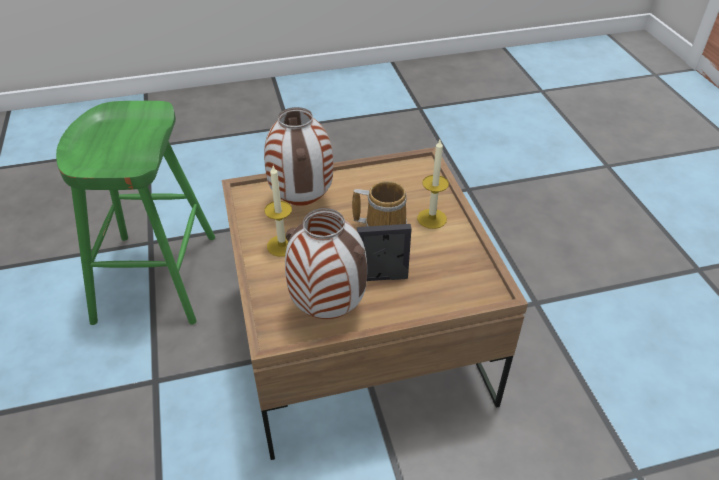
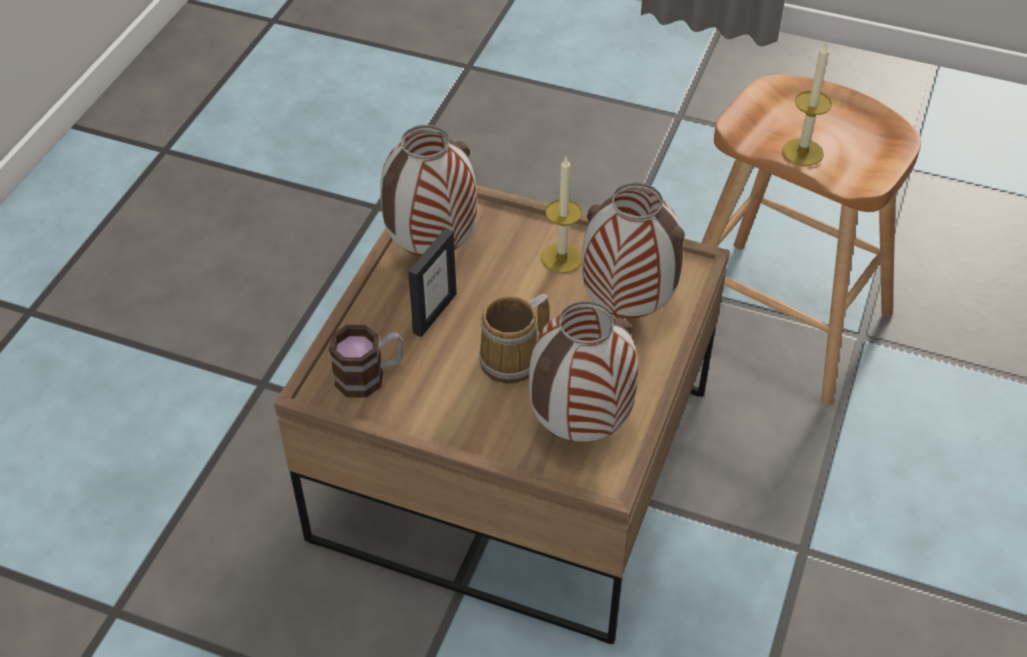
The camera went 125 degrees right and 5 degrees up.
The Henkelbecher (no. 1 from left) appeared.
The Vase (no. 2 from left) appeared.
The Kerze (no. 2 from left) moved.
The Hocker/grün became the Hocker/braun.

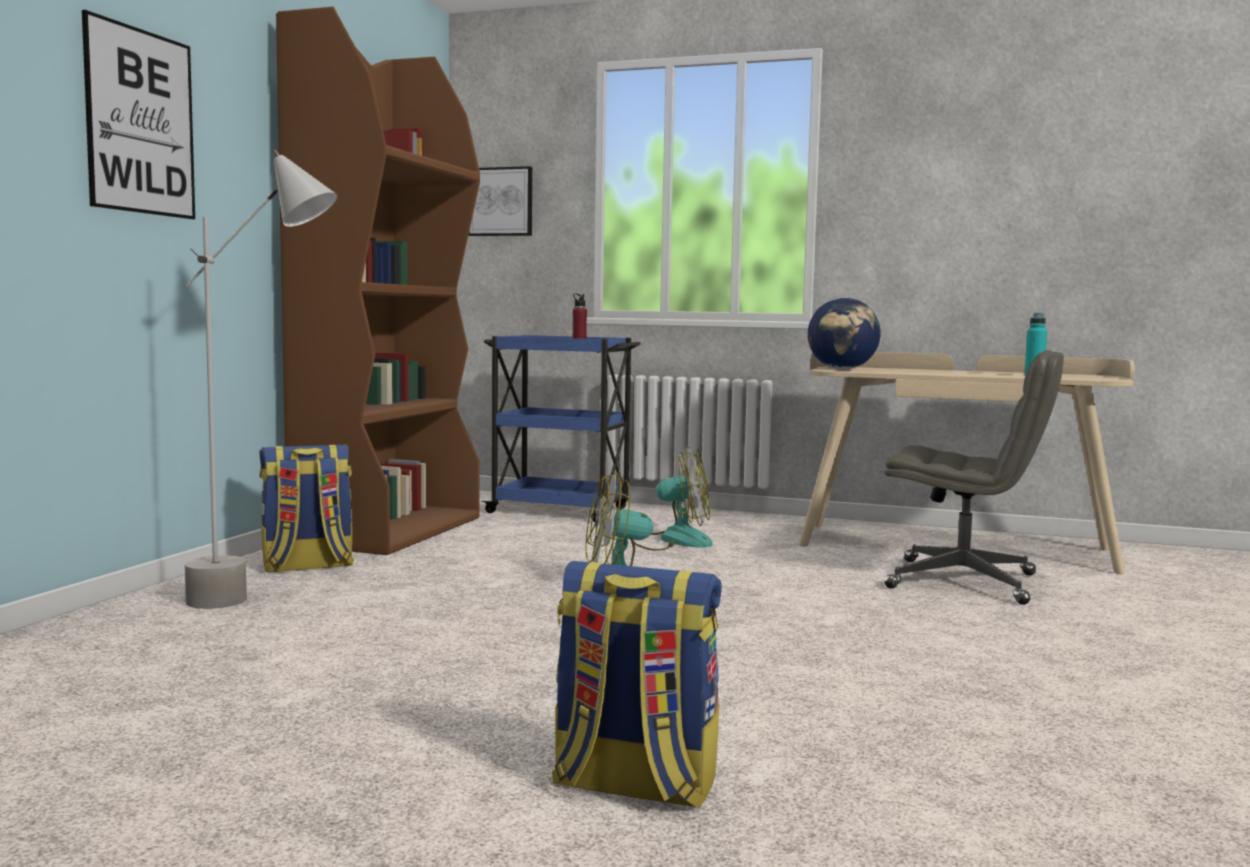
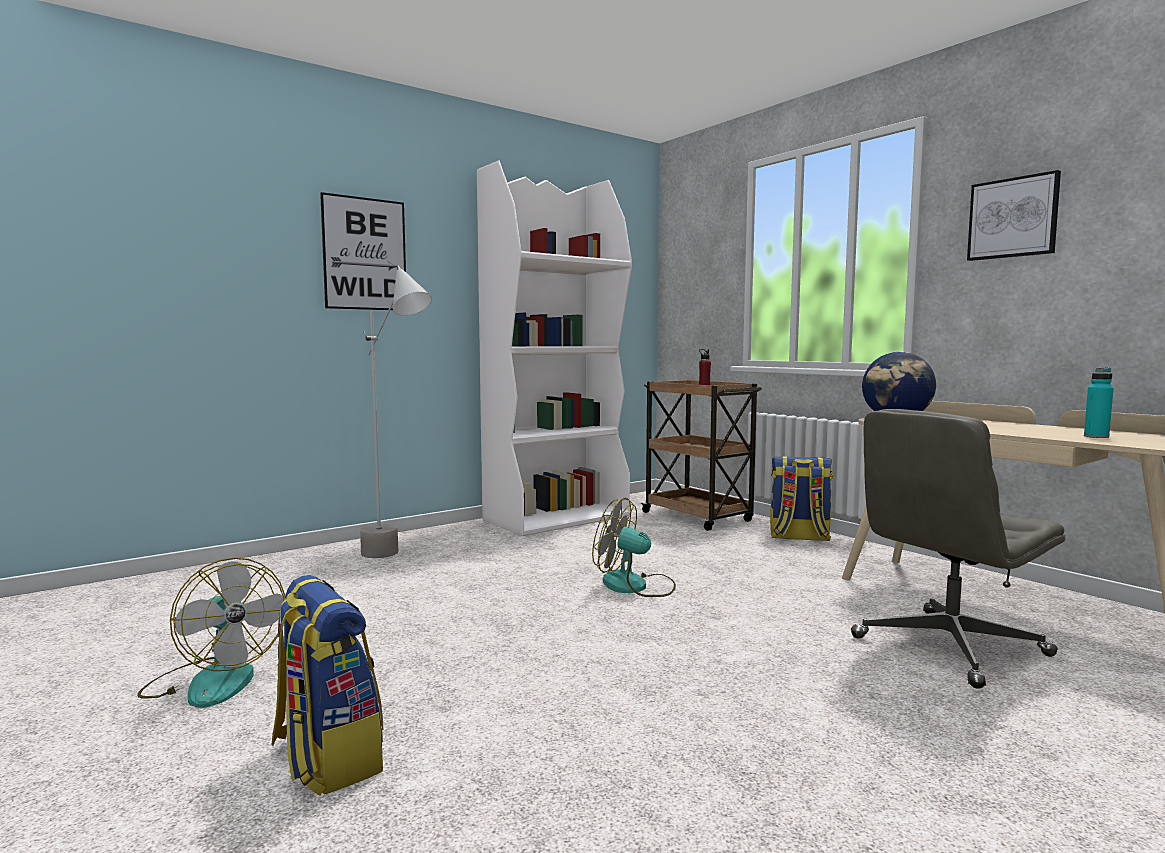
The camera went 35 degrees right and 0 degrees up.
The Rucksack (no. 1 from left in the first image) moved.
The Bild (no. 2 from left) moved.
The Ventilator (no. 2 from left in the first image) moved.
The Bücherregal/braun became the Bücherregal/weiß.
The Rollwagen/blau became the Rollwagen/braun.
The Bürostuhl/grau turned 90 degrees clockwise.

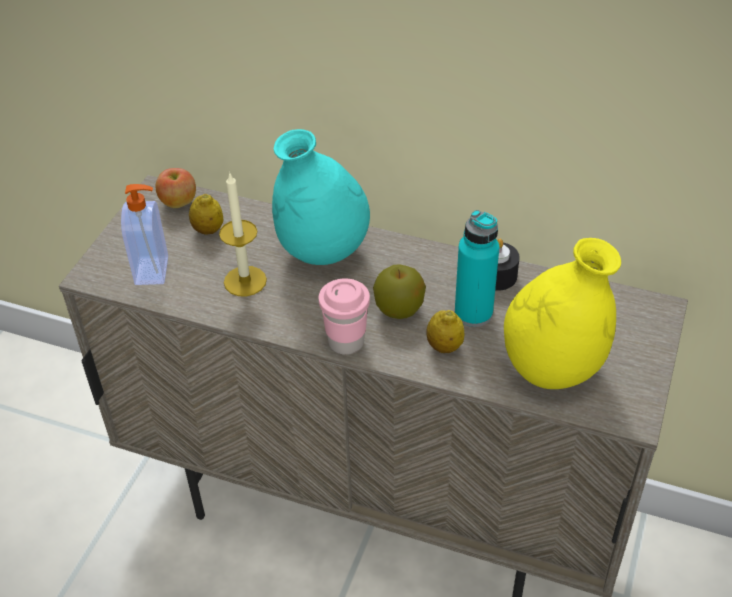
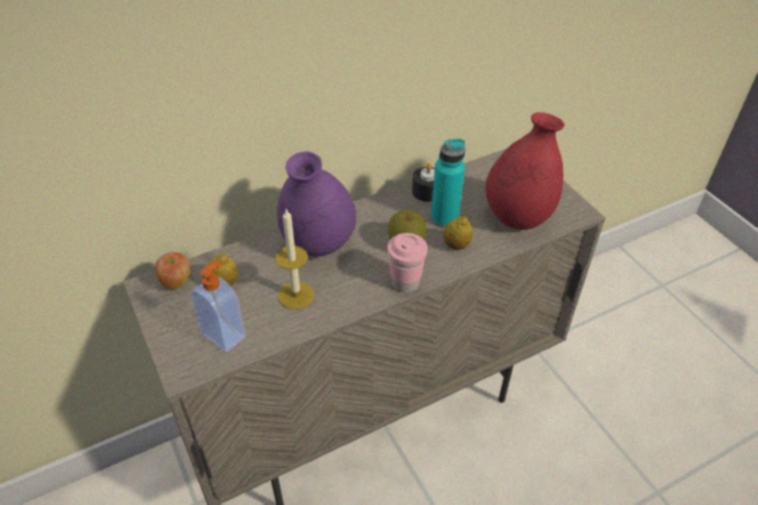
The camera went 50 degrees left and 0 degrees up.
The Vase/türkis became the Vase/lila.
The Vase/gelb became the Vase/rot.

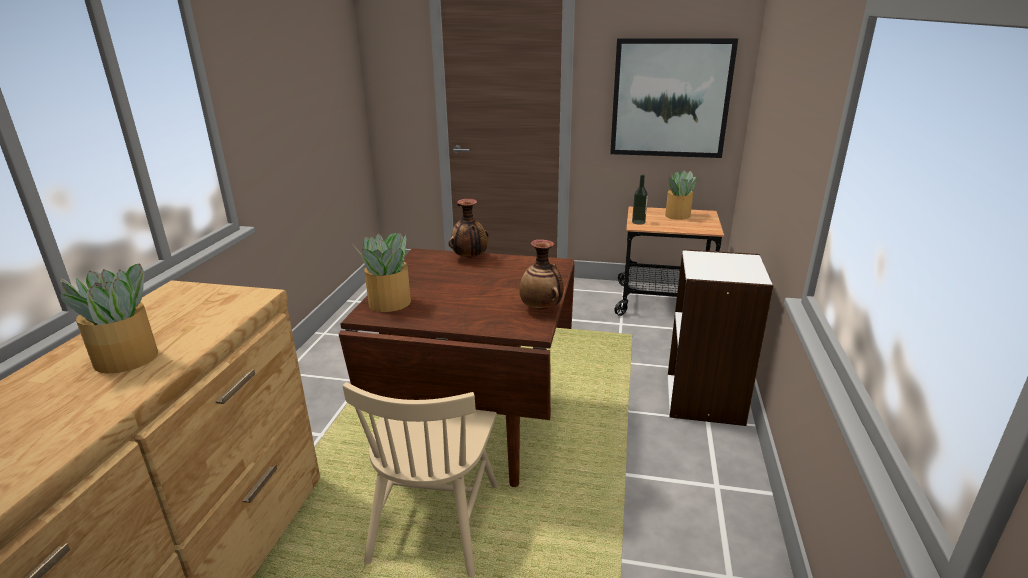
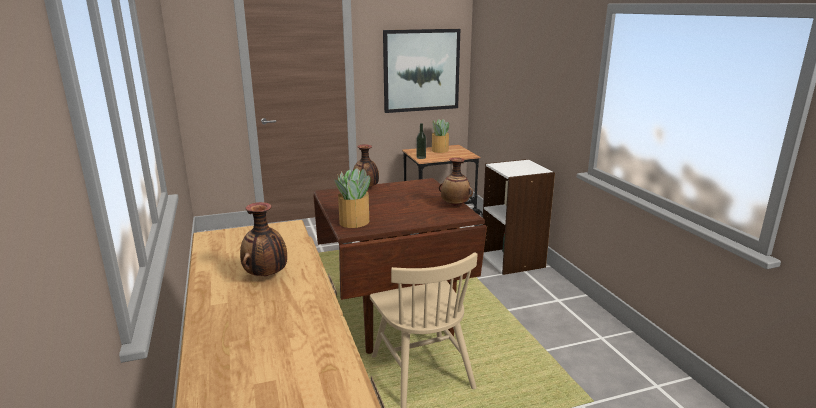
The camera went 30 degrees left and 5 degrees down.
The Topfpflanze (no. 1 from left) was replaced by the Vase (no. 1 from left).

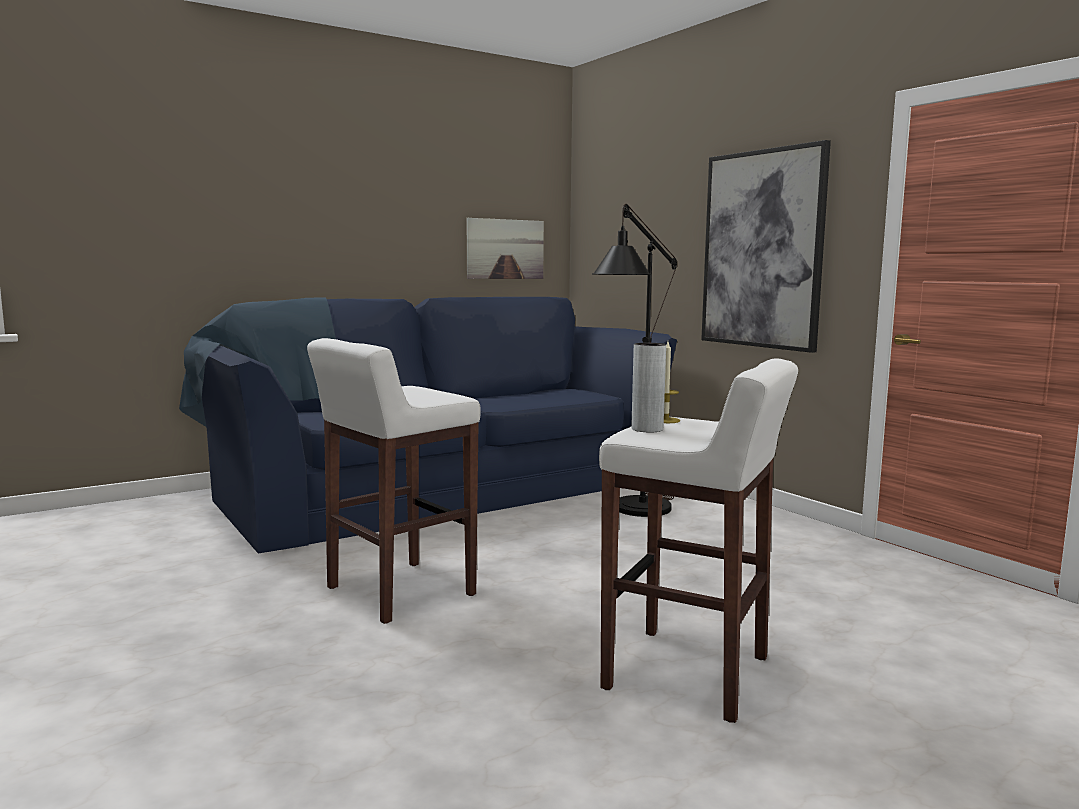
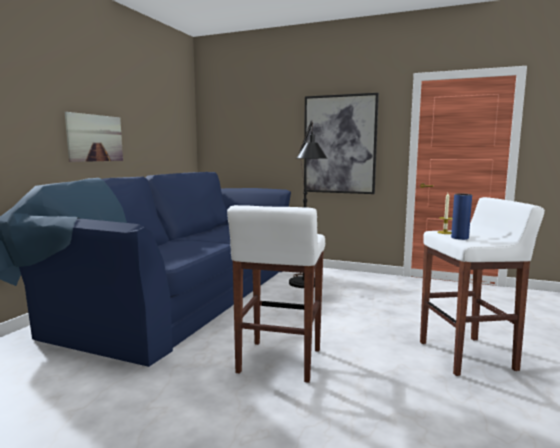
The camera went 35 degrees left and 0 degrees up.
The Bild (no. 1 from left) moved.
The Vase/grau became the Vase/blau.

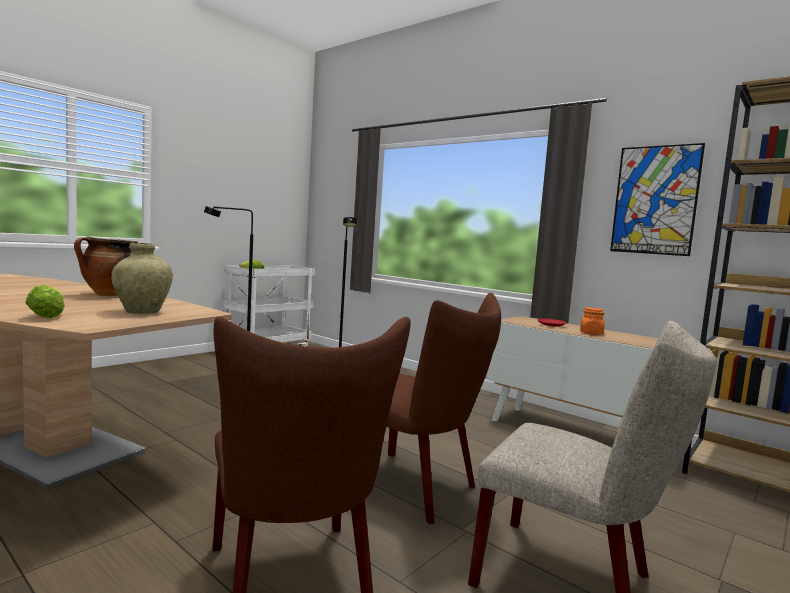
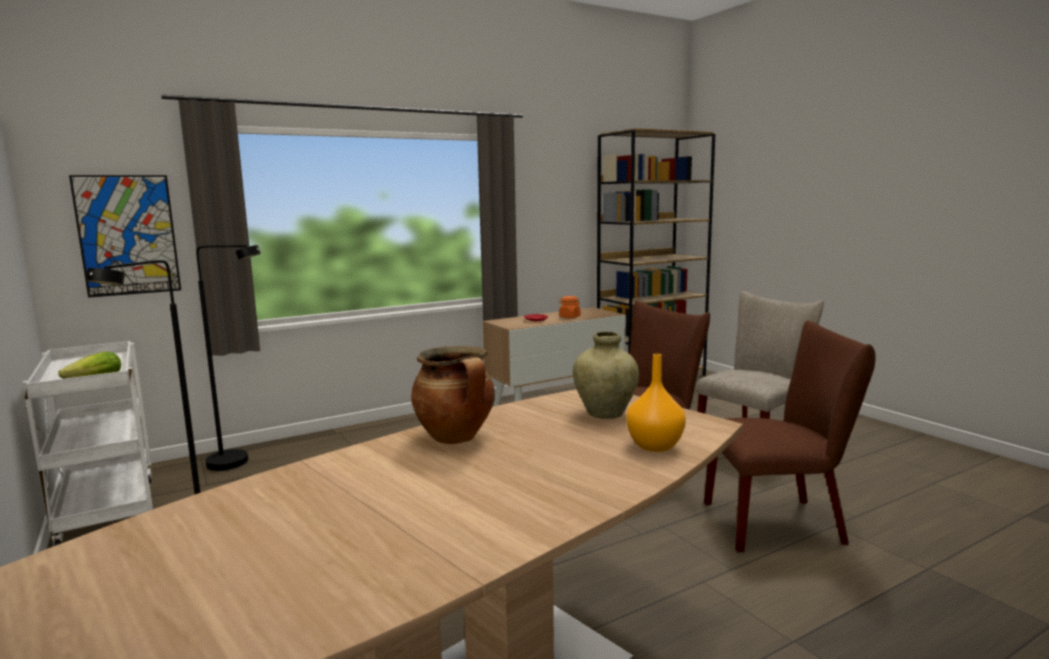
The camera went 70 degrees left and 5 degrees up.
The Bild moved.
The Salatkopf (no. 1 from left) was replaced by the Vase/orange.

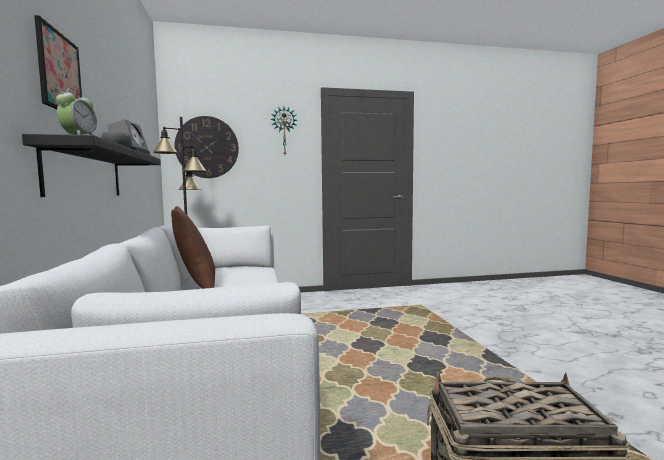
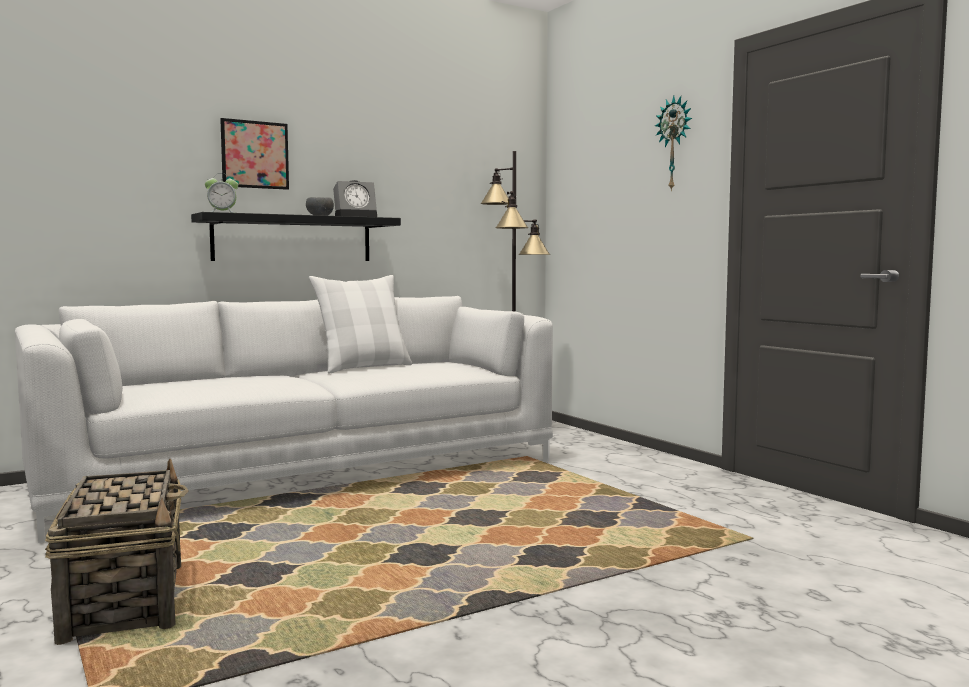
The camera went 70 degrees right and 0 degrees up.
The Wanduhr (no. 1 from left) disappeared.
The Kissen/braun became the Kissen/weiß.

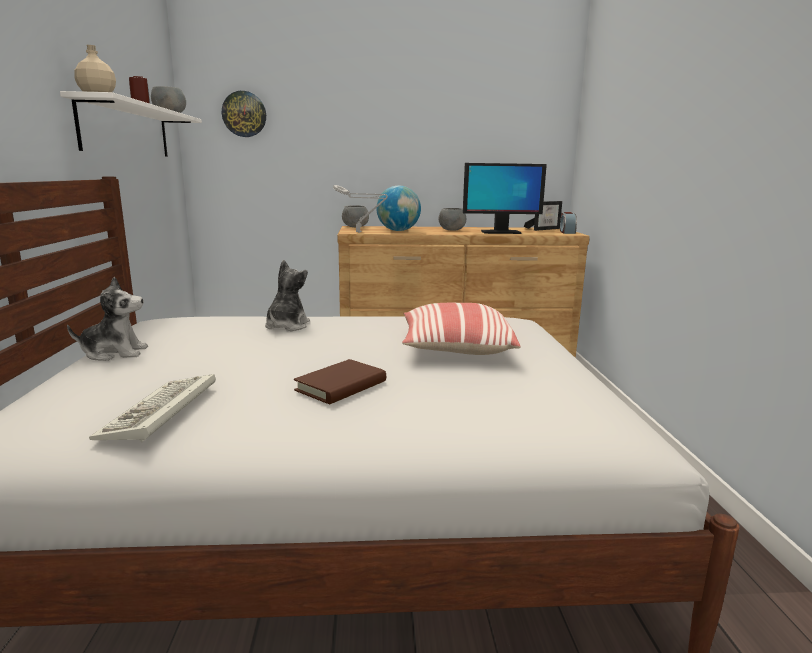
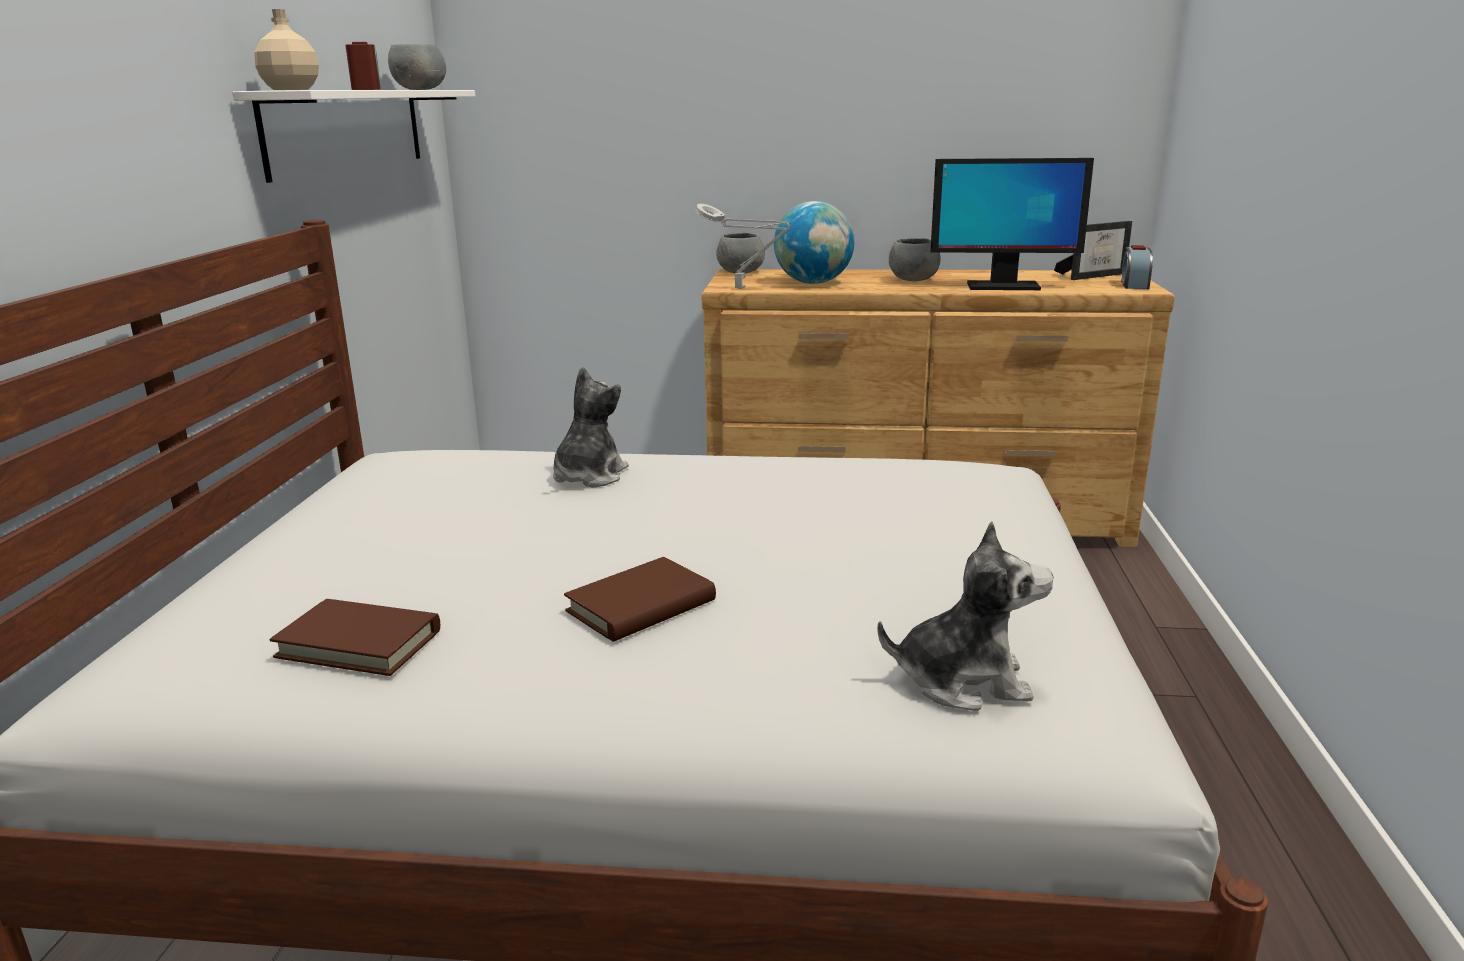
The camera went 10 degrees right and 5 degrees up.
The Wanduhr disappeared.
The Kissen disappeared.
The Plüschtier (no. 1 from left in the first image) moved.
The Tastatur was replaced by the Buch/braun (no. 1 from left).

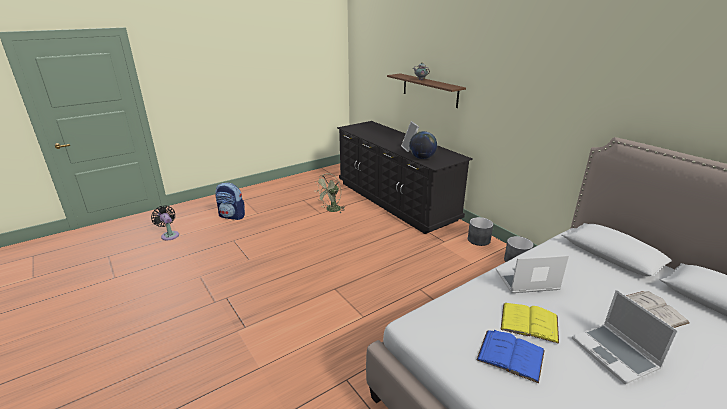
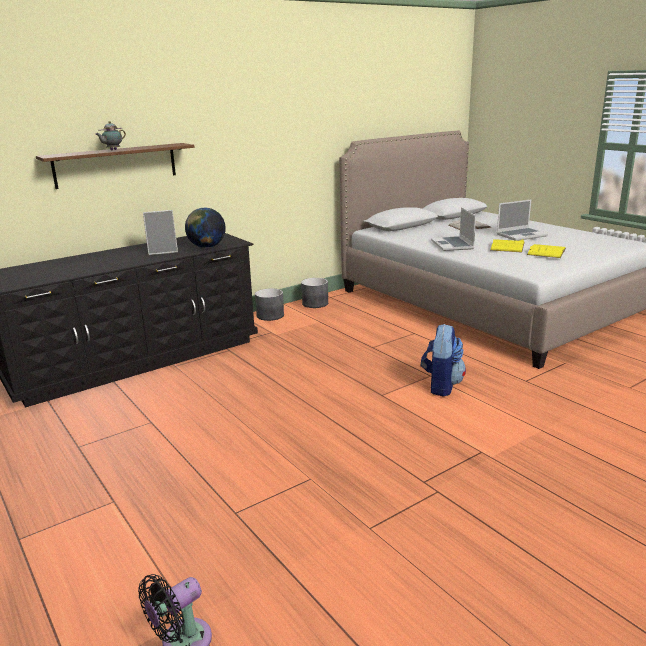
The camera went 90 degrees left and 5 degrees down.
The Ventilator/grün disappeared.
The Rucksack moved.
The Buch/blau became the Buch/gelb (no. 2 from left).

